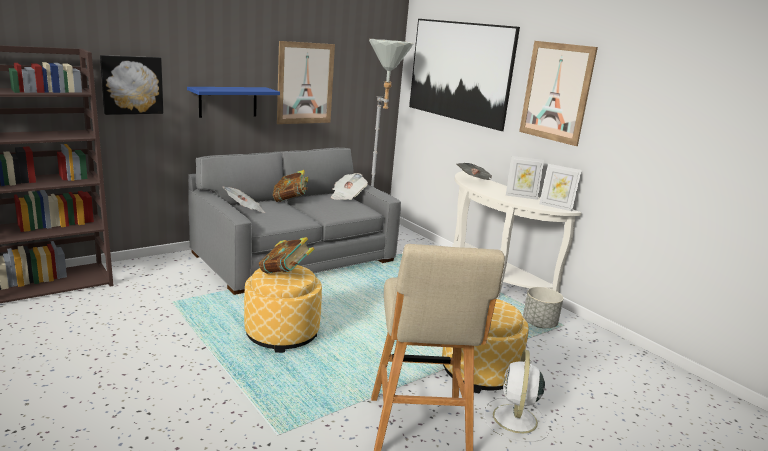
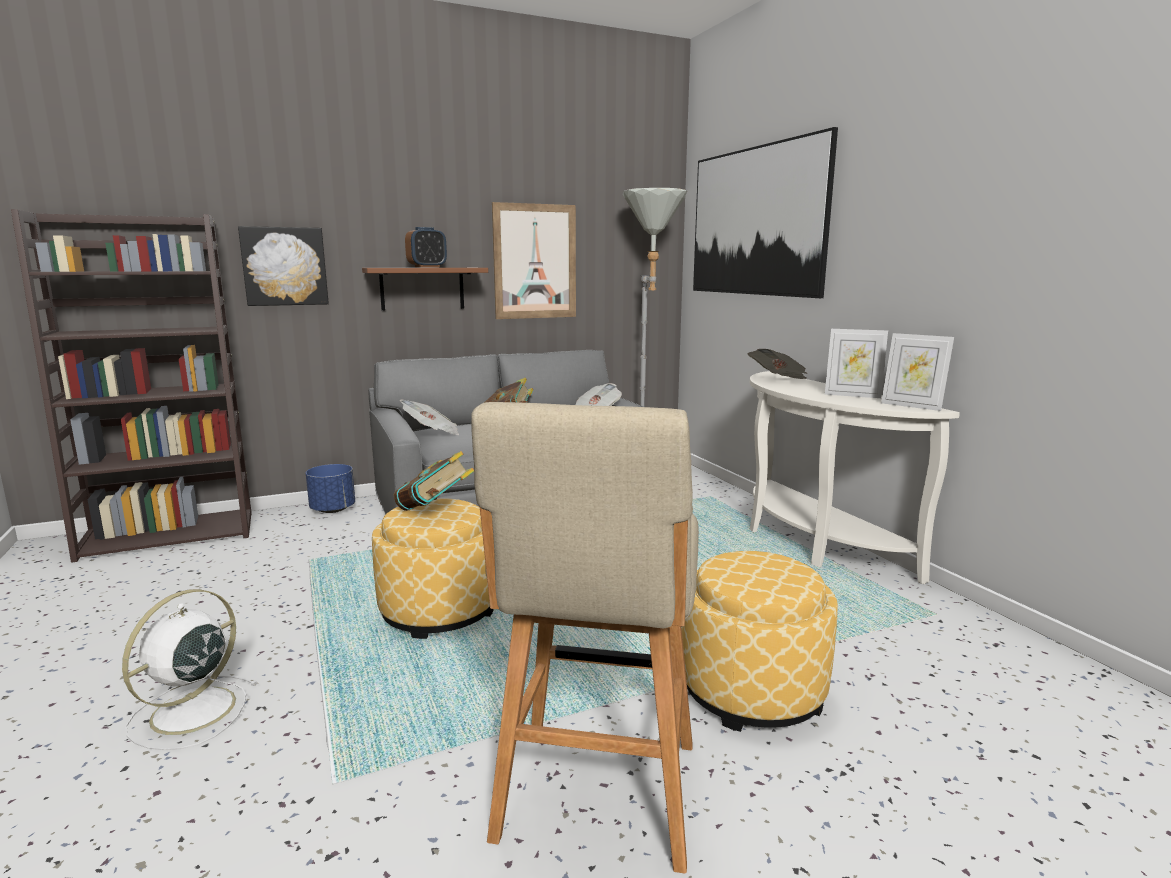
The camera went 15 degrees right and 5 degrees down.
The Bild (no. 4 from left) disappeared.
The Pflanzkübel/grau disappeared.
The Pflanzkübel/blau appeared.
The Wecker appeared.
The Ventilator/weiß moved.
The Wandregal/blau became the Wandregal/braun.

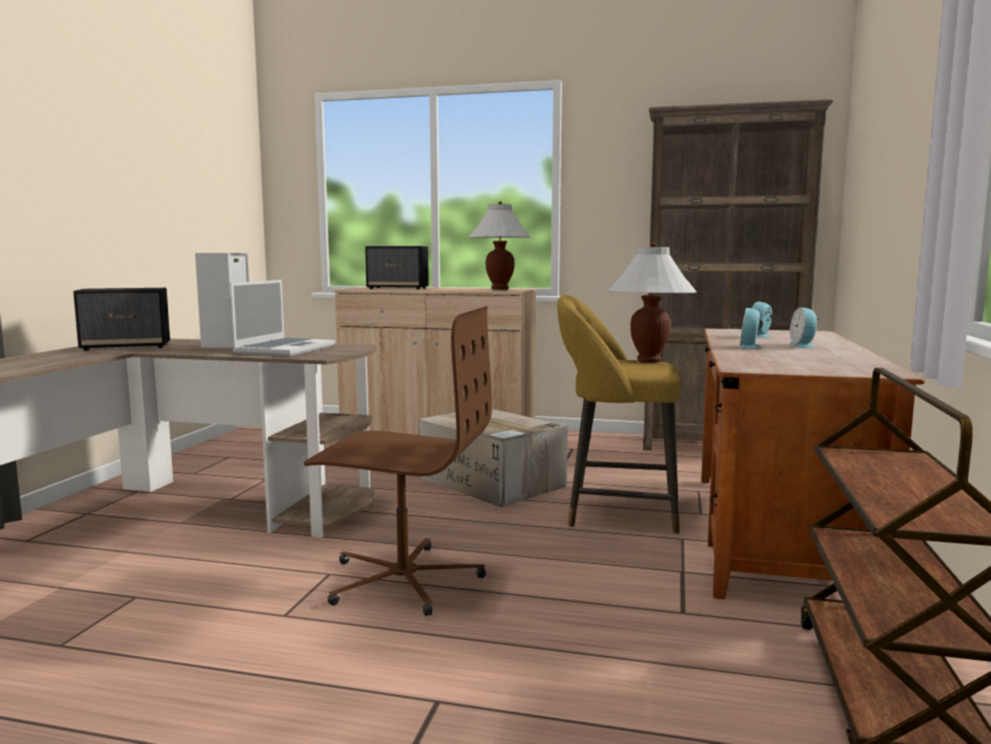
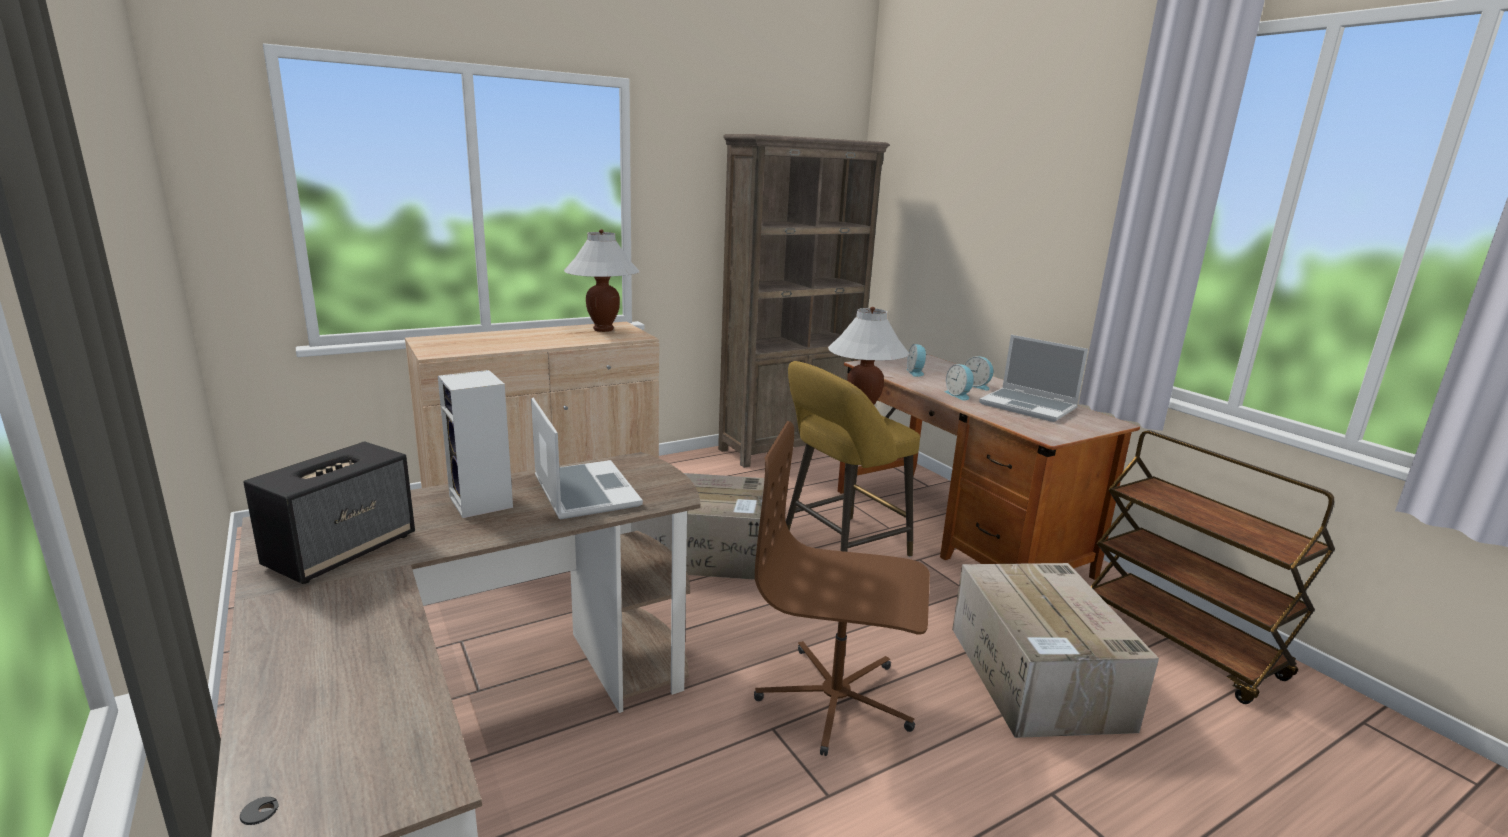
The camera went 45 degrees left and 10 degrees up.
The Lautsprecher (no. 3 from left) disappeared.
The Karton (no. 2 from left) appeared.
The Laptop (no. 2 from left) appeared.
The Bürostuhl/braun turned 135 degrees counterclockwise.

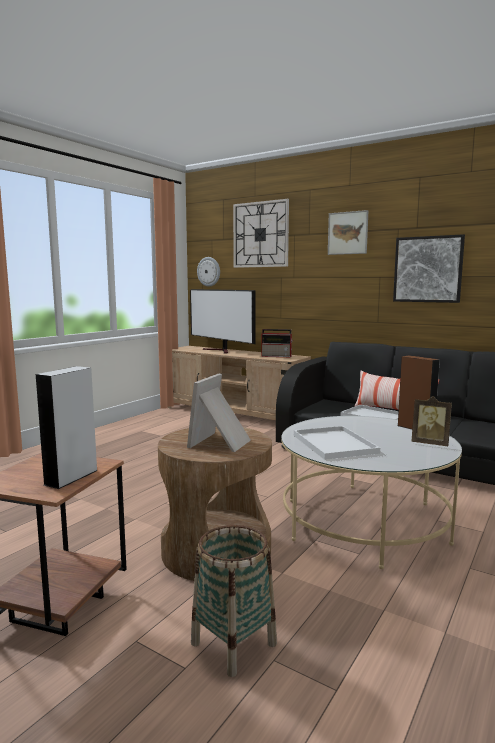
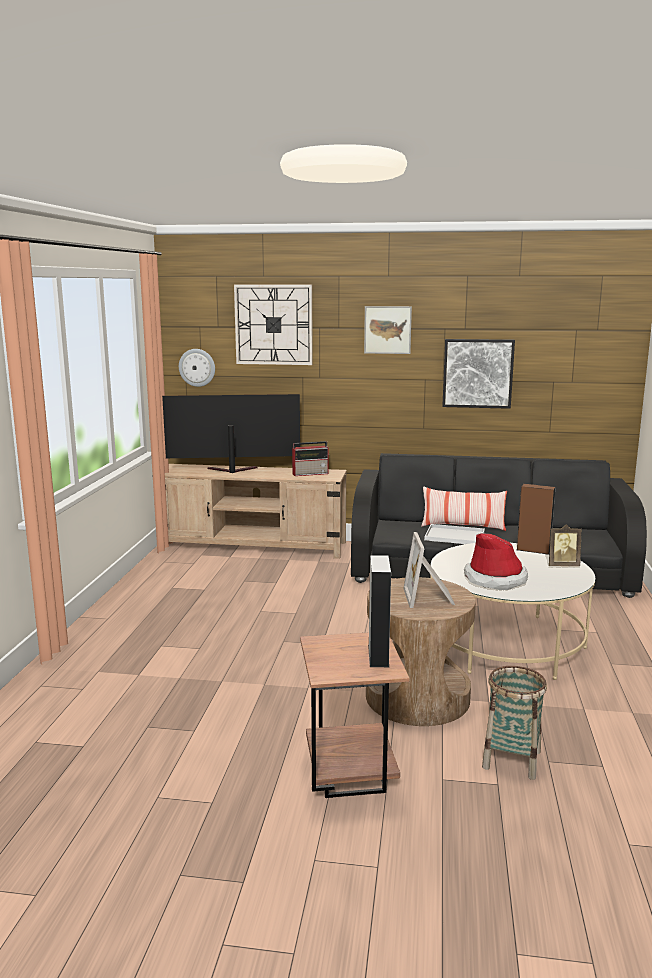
The camera went 25 degrees left and 5 degrees up.
The Tablett/weiß (no. 1 from left) was replaced by the Hut.
The Fernseher turned 150 degrees clockwise.

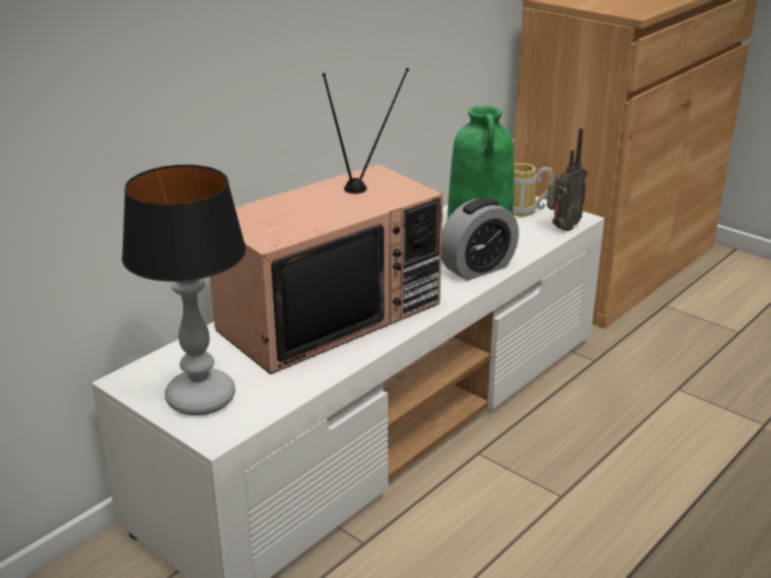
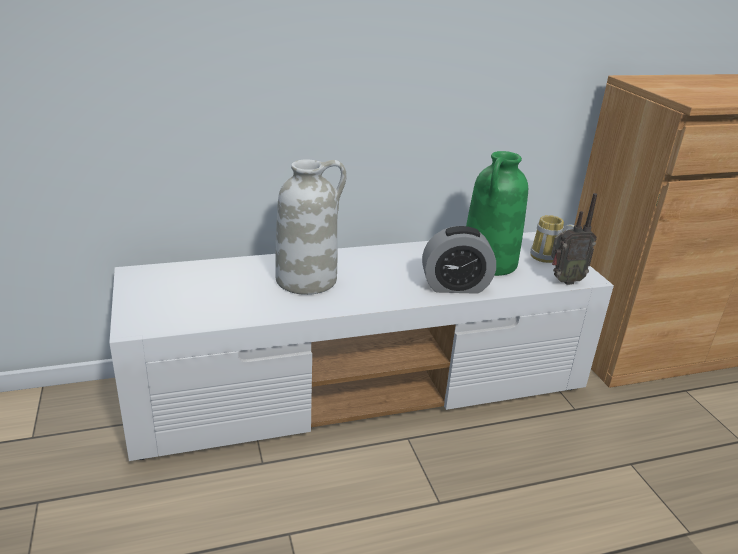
The camera went 30 degrees right and 0 degrees up.
The Tischlampe disappeared.
The Fernseher was replaced by the Vase/weiß.

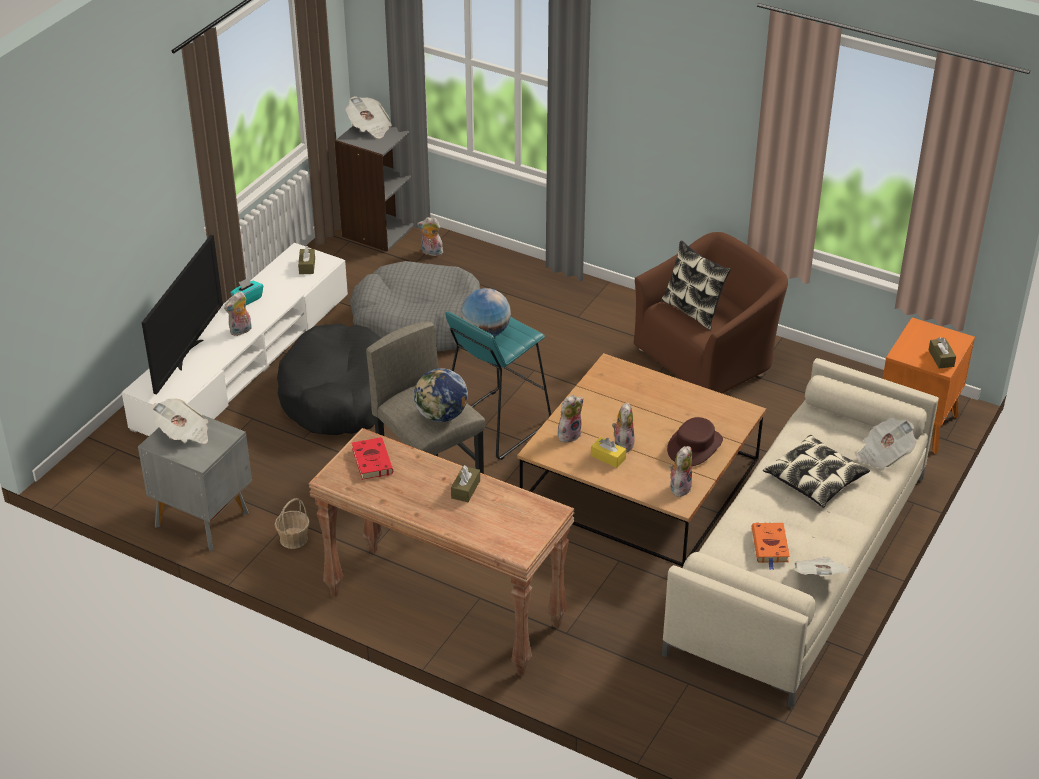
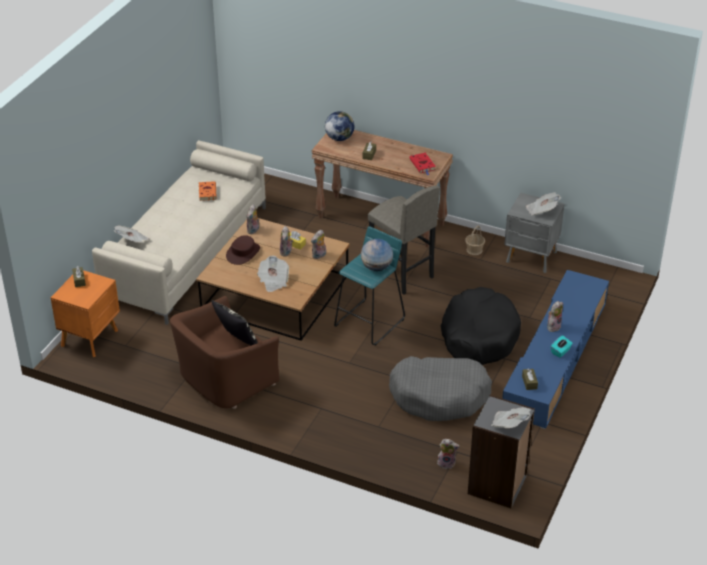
The camera went 175 degrees right and 0 degrees up.
The Fernseher disappeared.
The Kissen (no. 2 from left) disappeared.
The Globus (no. 1 from left) moved.
The Zeitung (no. 3 from left in the first image) moved.
The Fernsehschrank/weiß became the Fernsehschrank/blau.

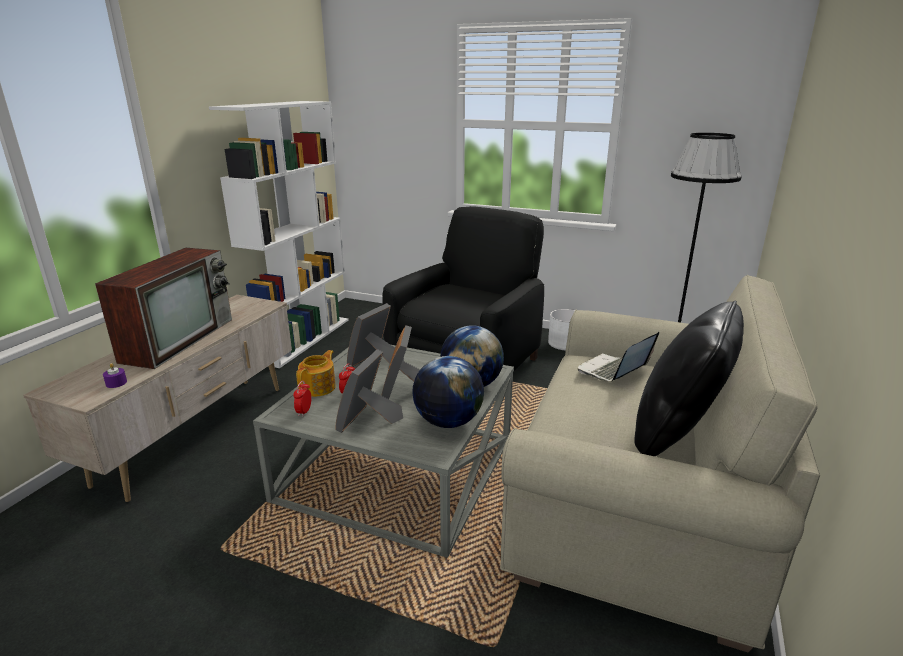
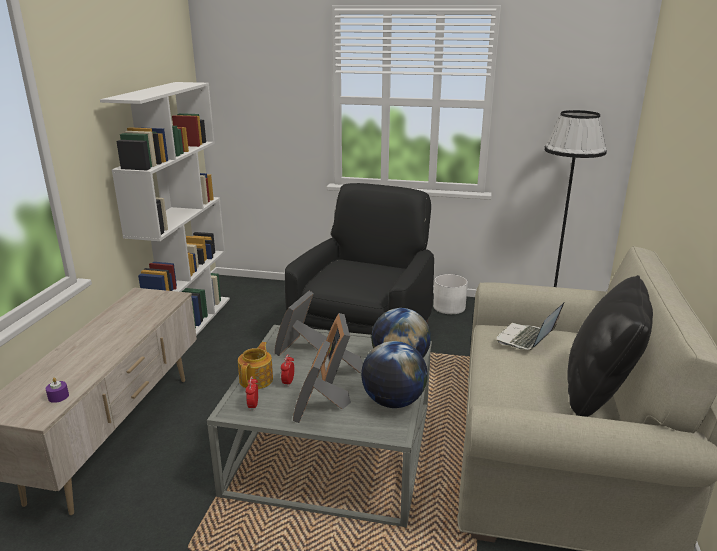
The camera went 10 degrees left and 0 degrees up.
The Fernseher disappeared.

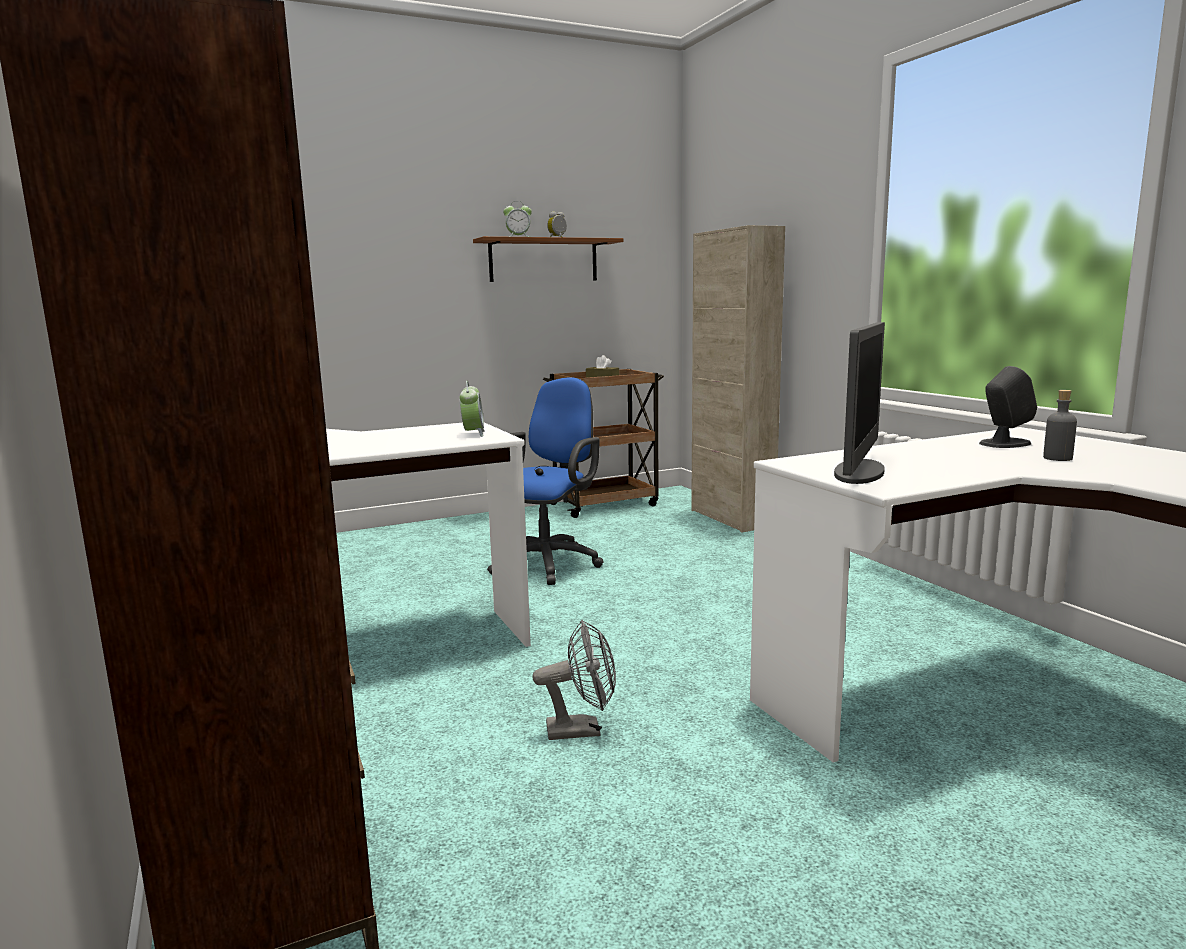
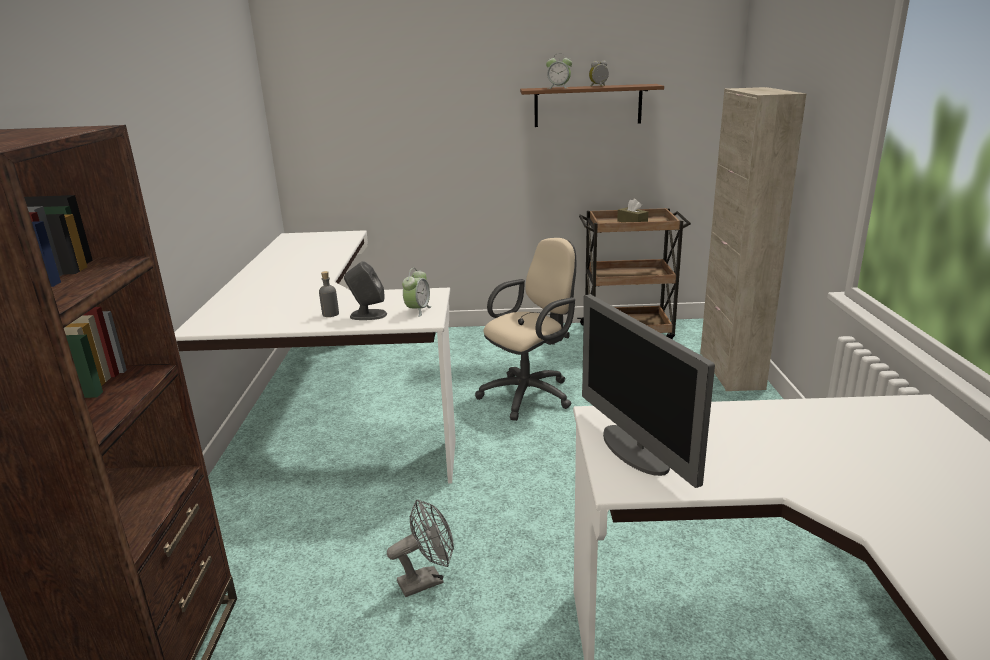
The camera went 25 degrees right and 10 degrees up.
The Lautsprecher/grau moved.
The Flasche/grau moved.
The Bürostuhl/blau became the Bürostuhl/beige.
The Ventilator/grau turned 45 degrees counterclockwise.
The Monitor turned 105 degrees clockwise.

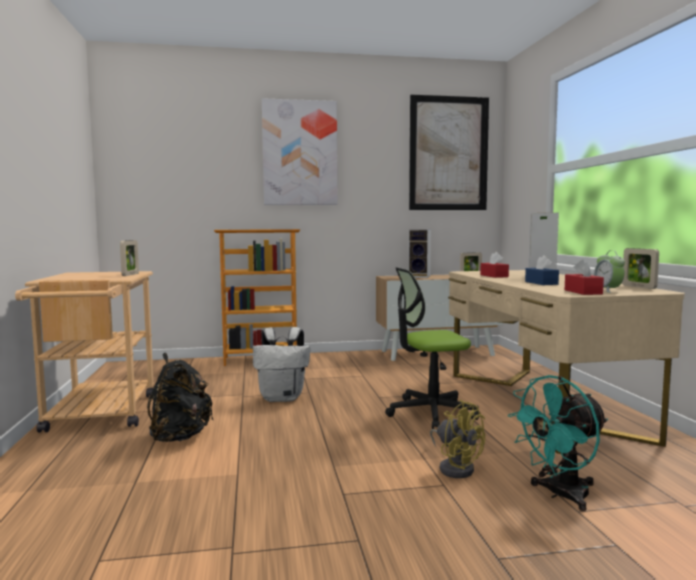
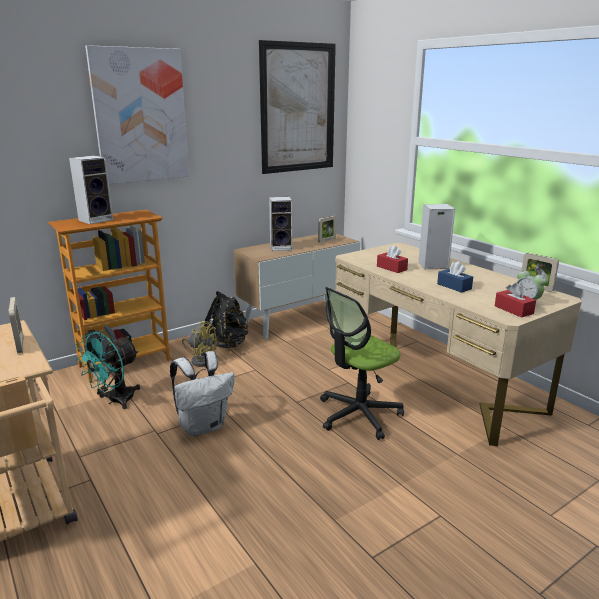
The camera went 25 degrees left and 15 degrees up.
The Lautsprecher (no. 1 from left) appeared.
The Rucksack/schwarz moved.
The Ventilator/gelb moved.
The Ventilator/türkis moved.

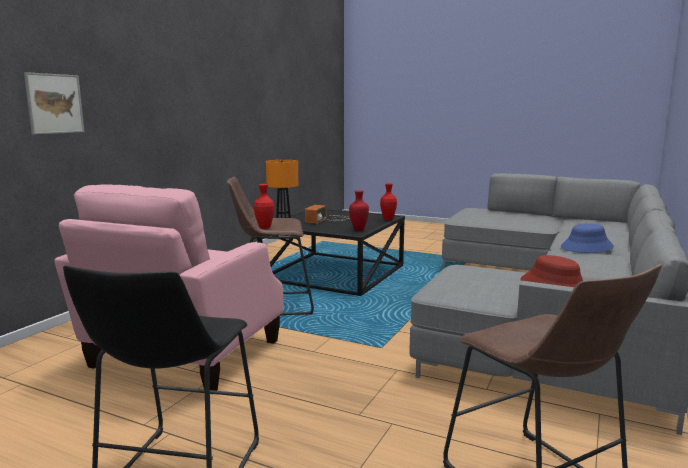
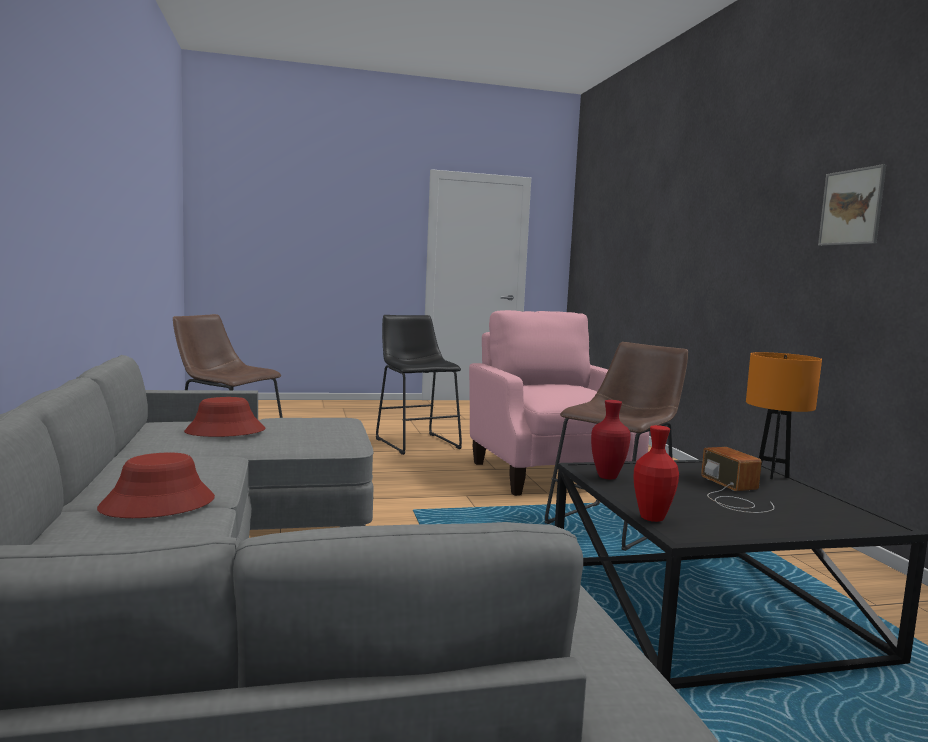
The camera went 140 degrees right and 5 degrees down.
The Vase/rot (no. 1 from left) disappeared.
The Bild moved.
The Hut/blau became the Hut/rot (no. 1 from left).

